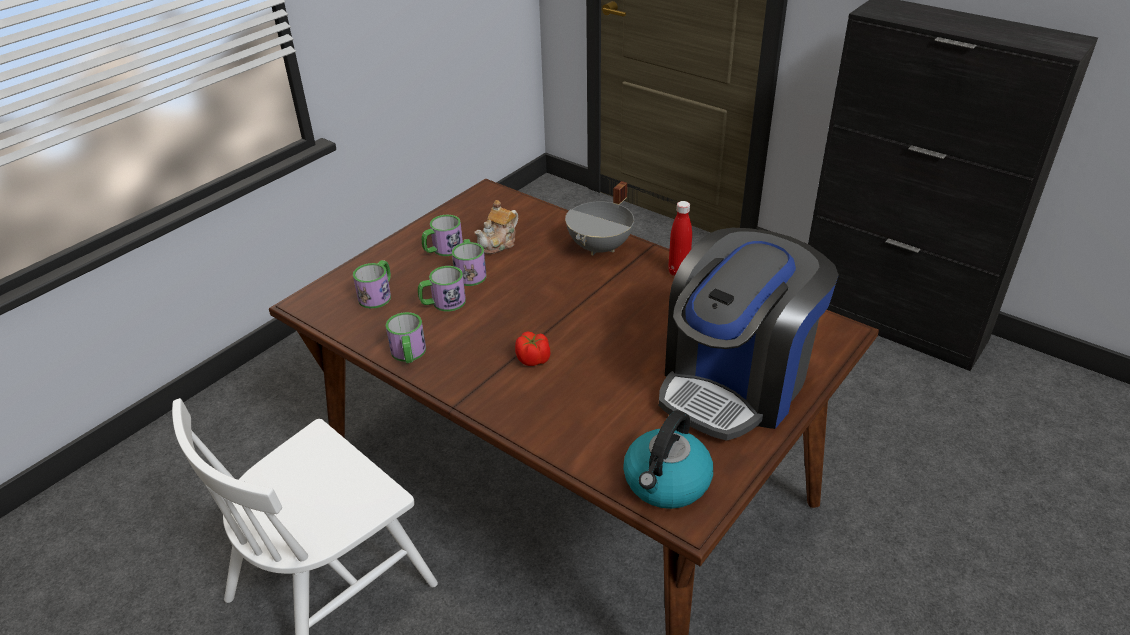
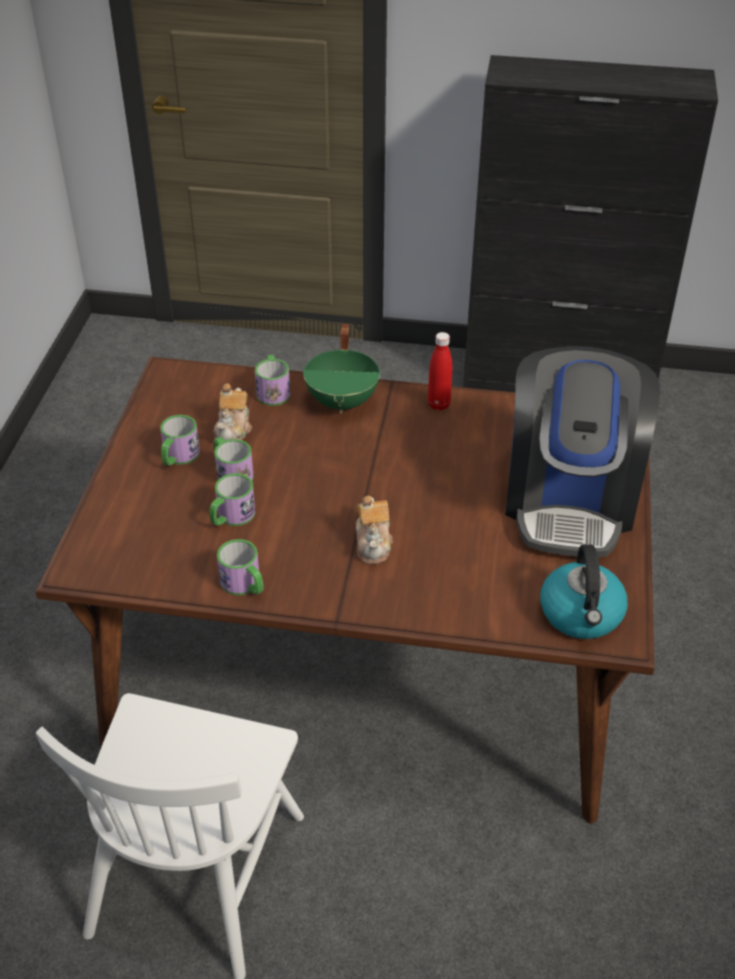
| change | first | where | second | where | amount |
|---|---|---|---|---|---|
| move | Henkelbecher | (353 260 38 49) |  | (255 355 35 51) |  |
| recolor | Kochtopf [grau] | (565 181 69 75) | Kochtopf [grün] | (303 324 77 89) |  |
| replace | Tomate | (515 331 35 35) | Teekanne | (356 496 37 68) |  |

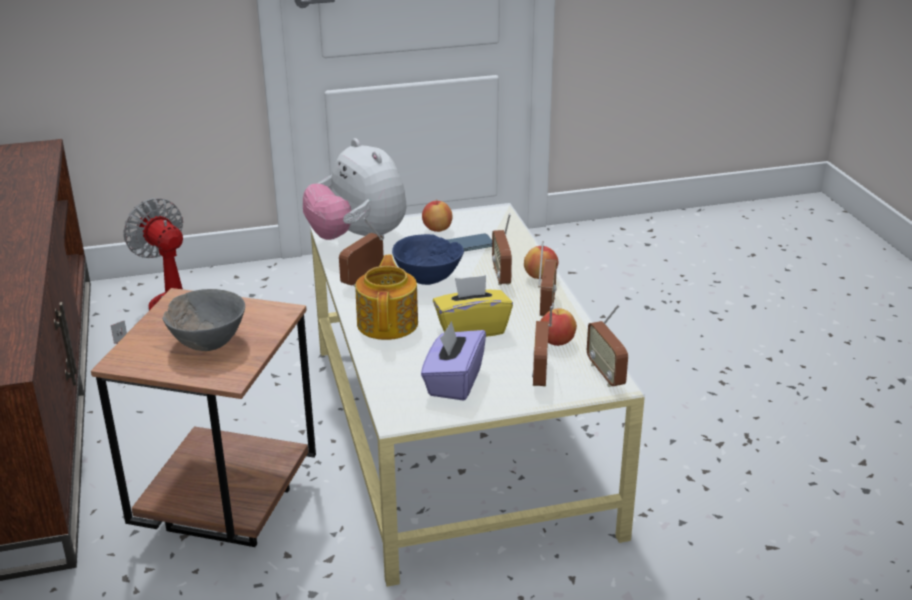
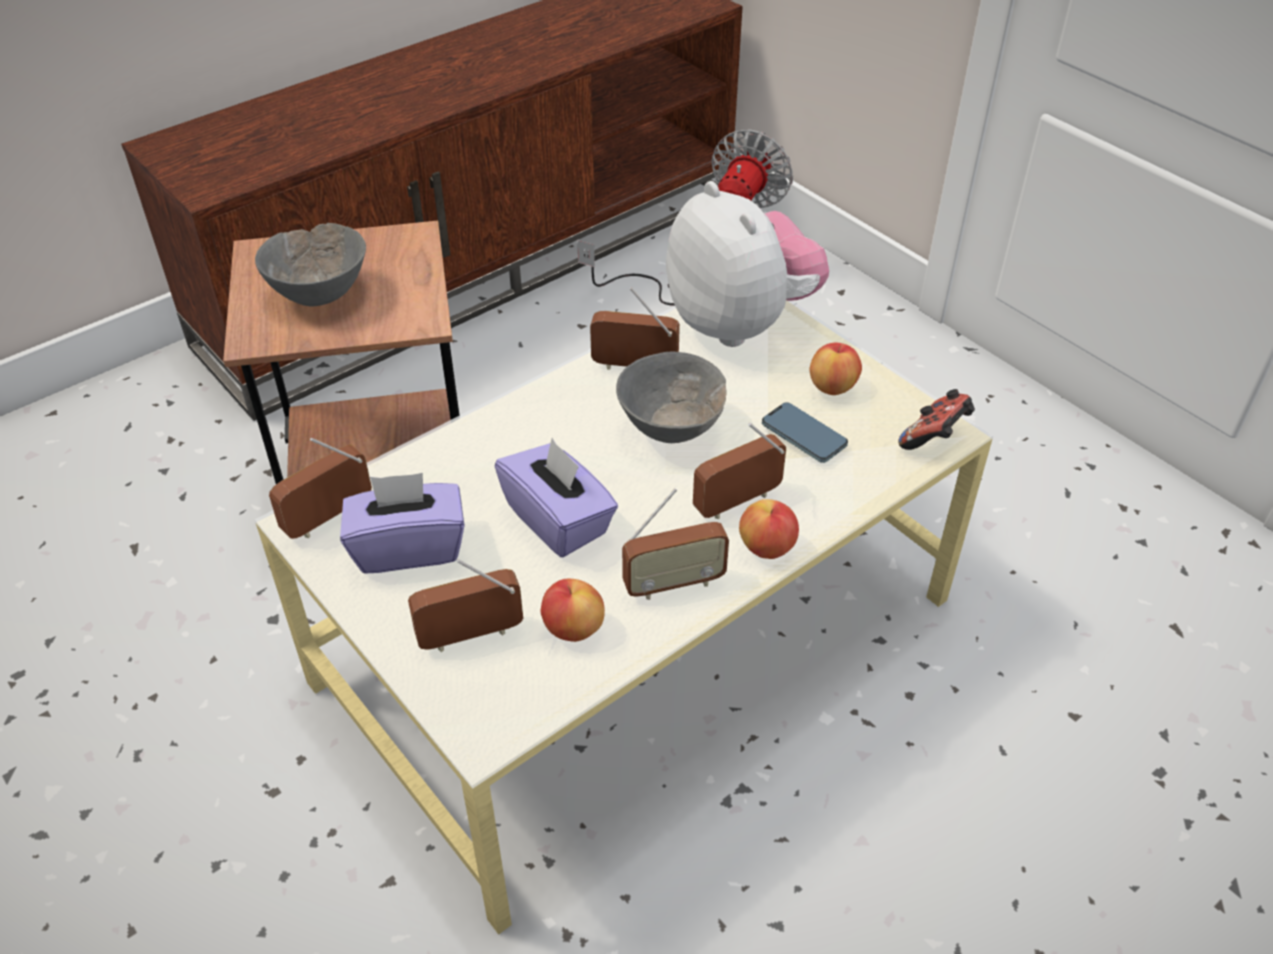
| change | first | where | second | where | amount |
|---|---|---|---|---|---|
| move | Radio | (587 304 41 83) |  | (269 438 103 101) |  |
| recolor | Taschentuchbox [gelb] | (433 275 80 62) | Taschentuchbox [lila] | (495 438 123 119) |  |
| recolor | Schüssel [blau] | (392 234 72 51) | Schüssel [grau] | (616 352 111 91) |  |
| rotate | Plüschtier | (303 138 103 102) |  | (666 181 163 166) | 120 degrees clockwise |
| insert |  |  | Gamepad | (898 389 77 61) |  |
| delete | Teekanne | (355 255 63 85) |  |  |  |

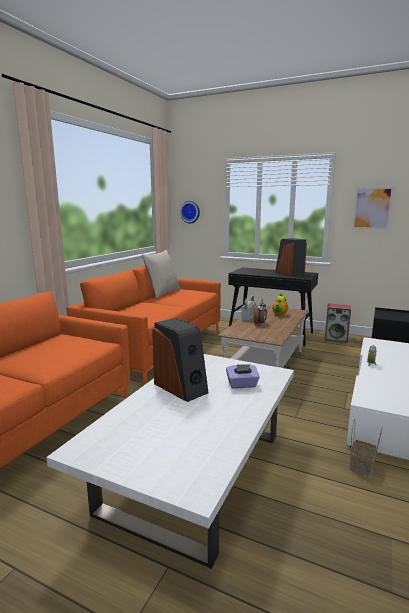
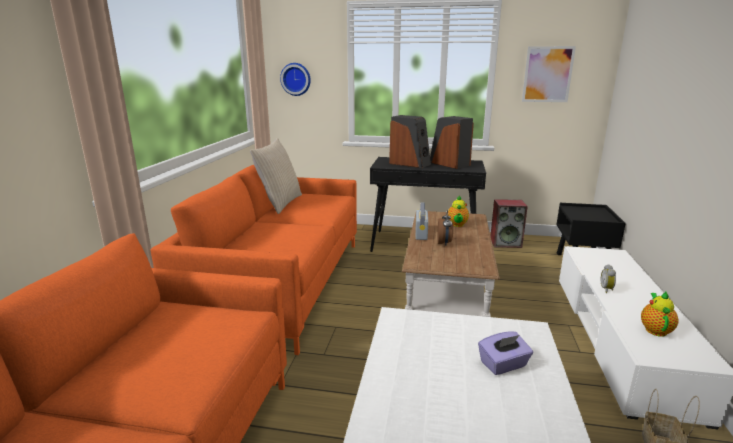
| change | first | where | second | where | amount |
|---|---|---|---|---|---|
| move | Lautsprecher | (152 318 56 84) |  | (389 115 42 53) |  |
| insert |  |  | Teekanne | (641 292 38 45) |  |

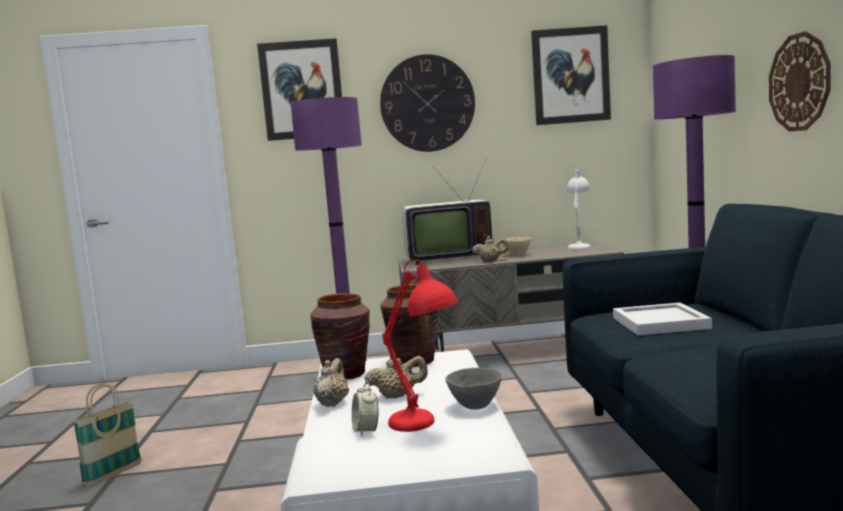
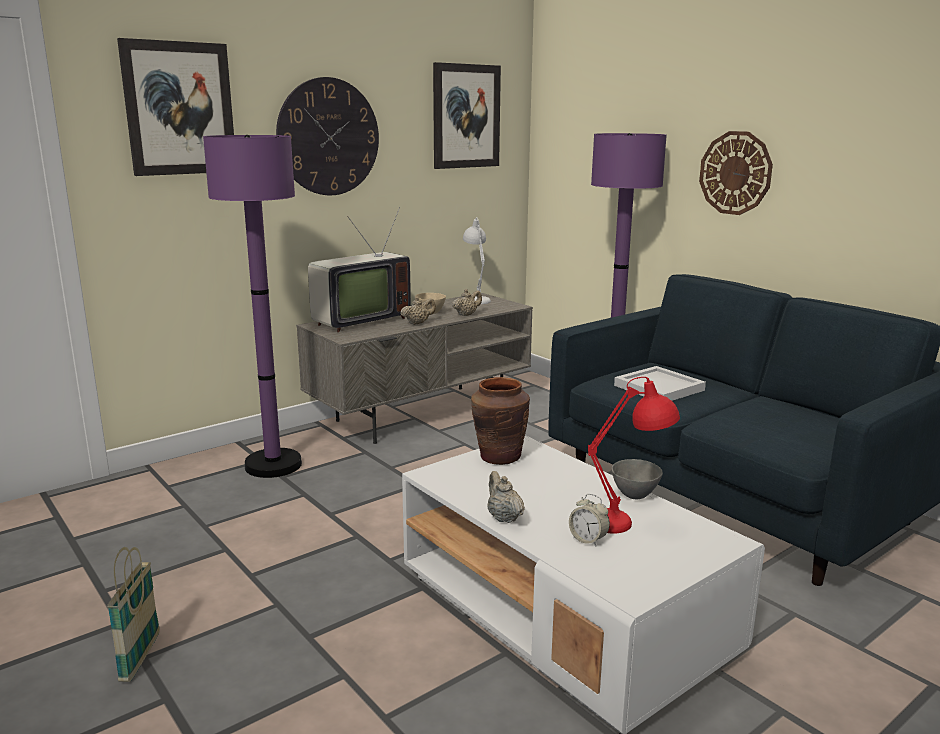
| change | first | where | second | where | amount |
|---|---|---|---|---|---|
| move | Teekanne [beige] | (365 353 63 45) |  | (452 289 30 27) |  |
| delete | Vase [braun] | (311 293 59 87) |  |  |  |

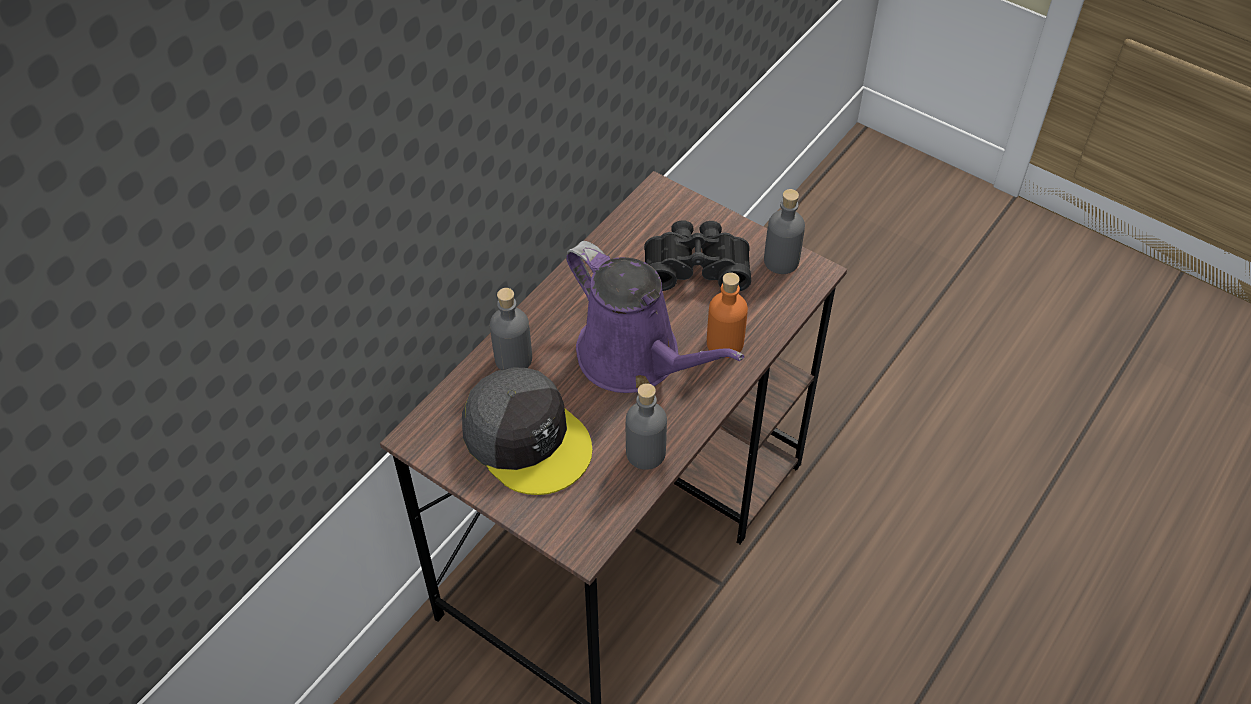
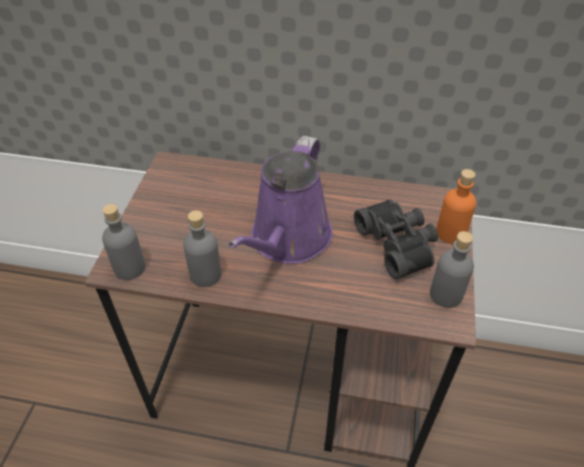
| change | first | where | second | where | amount |
|---|---|---|---|---|---|
| move | Flasche [grau] | (490 288 42 82) |  | (102 204 43 76) |  |
| move | Flasche [orange] | (707 272 41 86) |  | (436 169 40 75) |  |
| delete | Kappe [grau] | (462 367 130 128) |  |  |  |

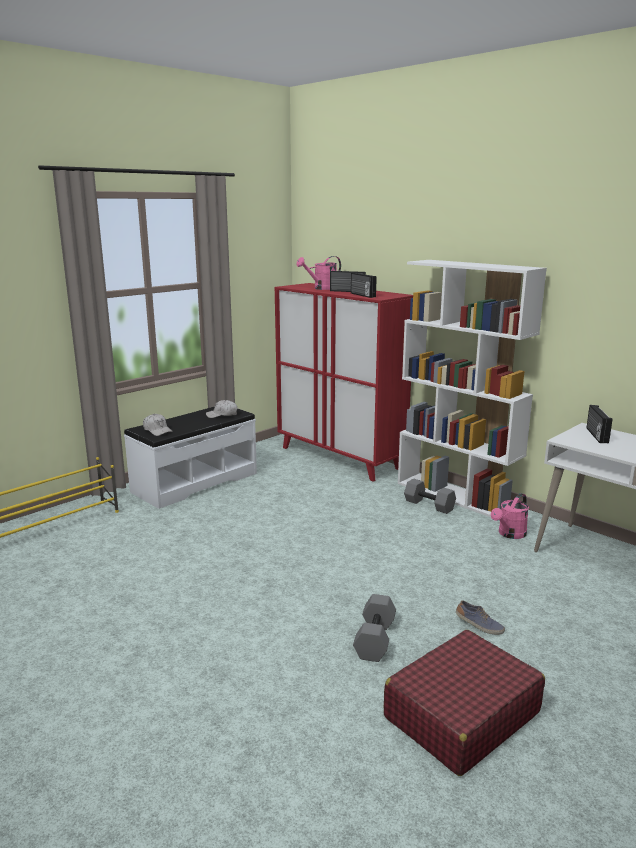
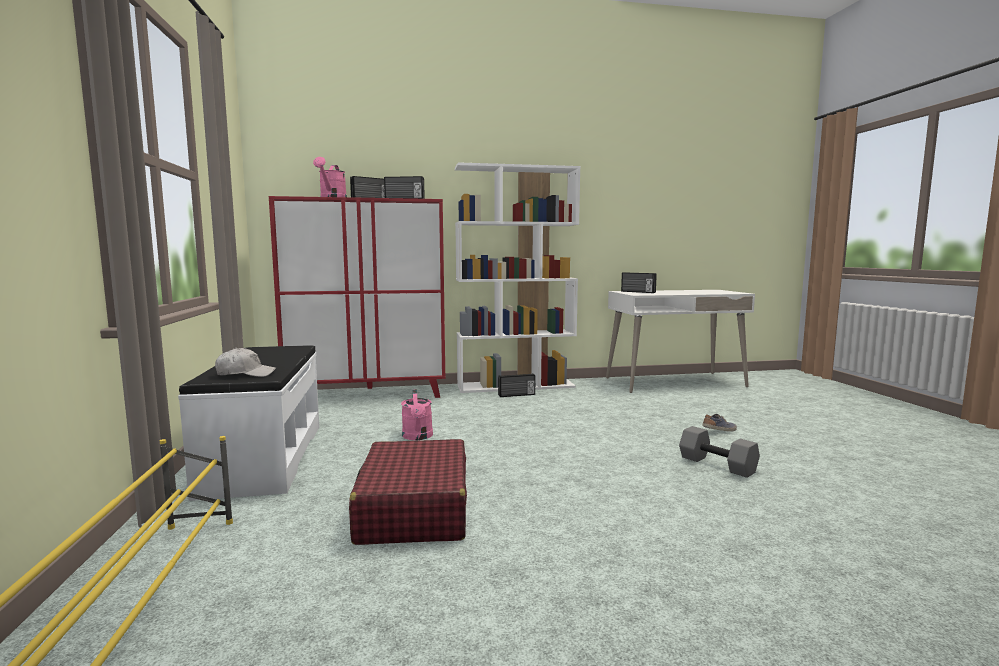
| change | first | where | second | where | amount |
|---|---|---|---|---|---|
| move | Koffer [rot] | (384 630 161 146) |  | (349 439 118 106) |  |
| move | Gießkanne [rosa] | (491 493 38 46) |  | (401 389 32 51) |  |
| replace | Hantel [grau] | (404 478 52 36) | Radio | (498 373 37 24) |  |
| delete | Kappe [weiß] | (206 400 31 18) |  |  |  |

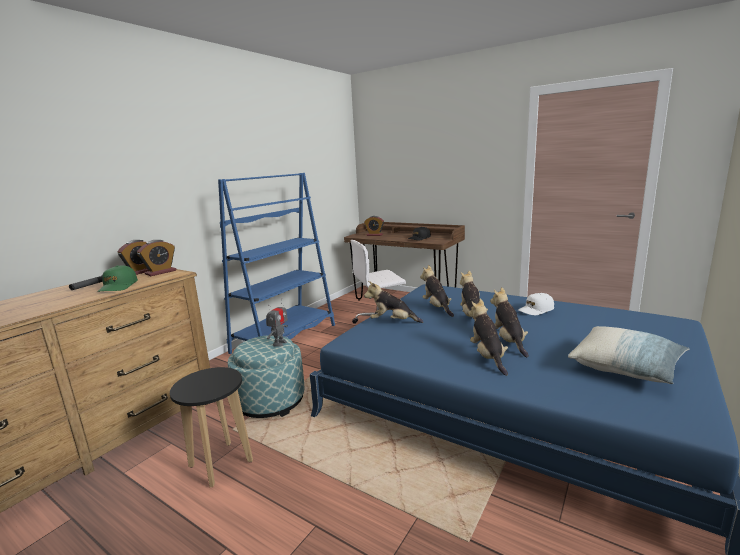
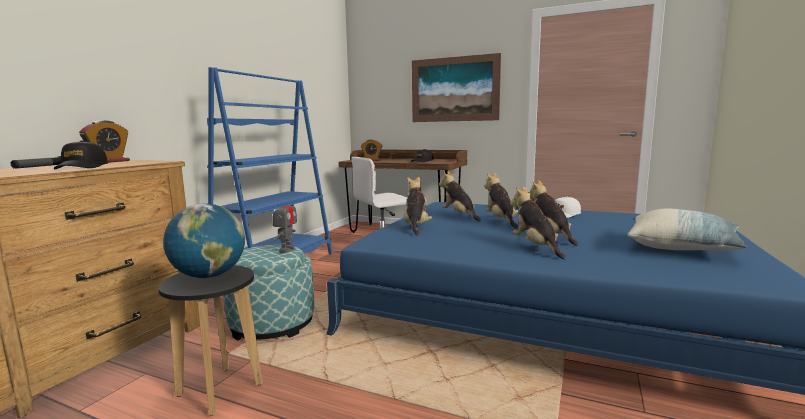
| change | first | where | second | where | amount |
|---|---|---|---|---|---|
| recolor | Kappe [grün] | (97 265 41 27) | Kappe [schwarz] | (54 140 54 29) |  |
| insert |  |  | Globus | (163 203 82 75) |  |
| rotate | Plüschtier | (364 281 59 42) |  | (404 177 28 58) | 90 degrees clockwise |
| insert |  |  | Bild | (412 53 89 69) |  |
| delete | Wecker | (137 240 39 36) |  |  |  |

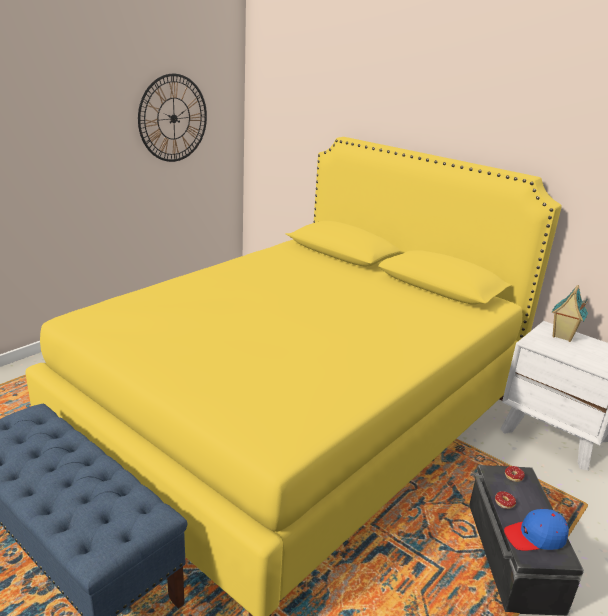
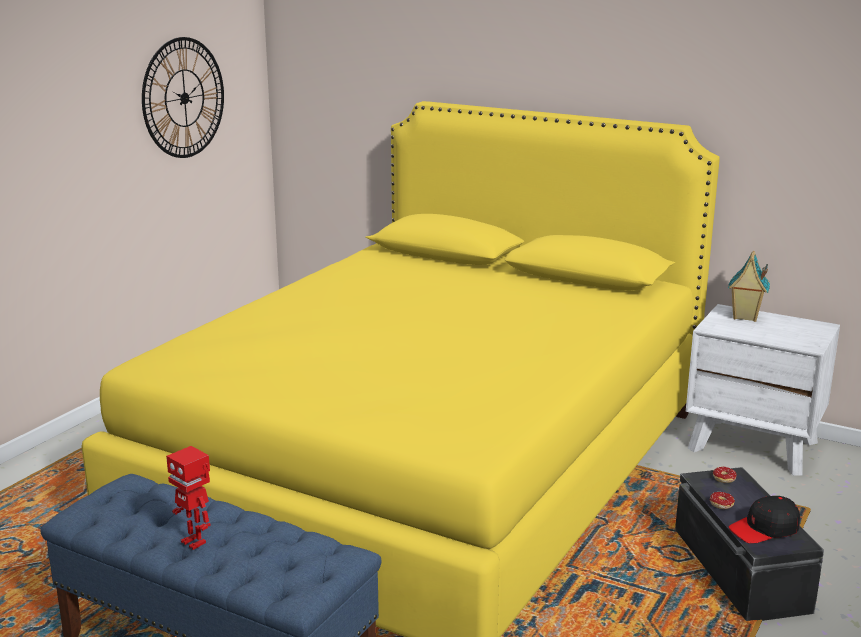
| change | first | where | second | where | amount |
|---|---|---|---|---|---|
| insert |  |  | Spielzeugroboter | (166 446 45 104) |  |
| recolor | Kappe [blau] | (504 509 65 42) | Kappe [schwarz] | (729 496 71 48) |  |

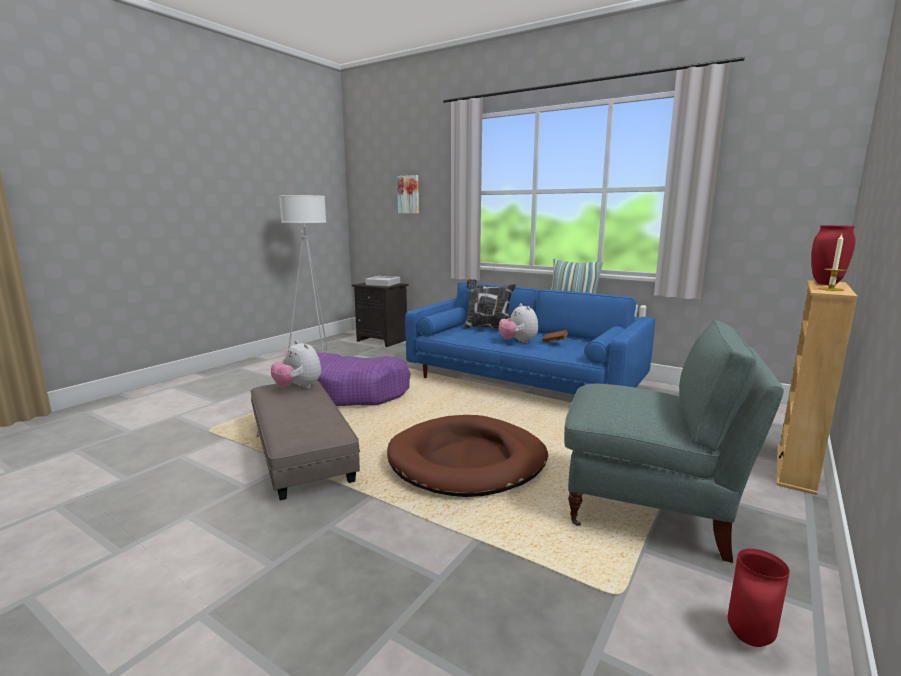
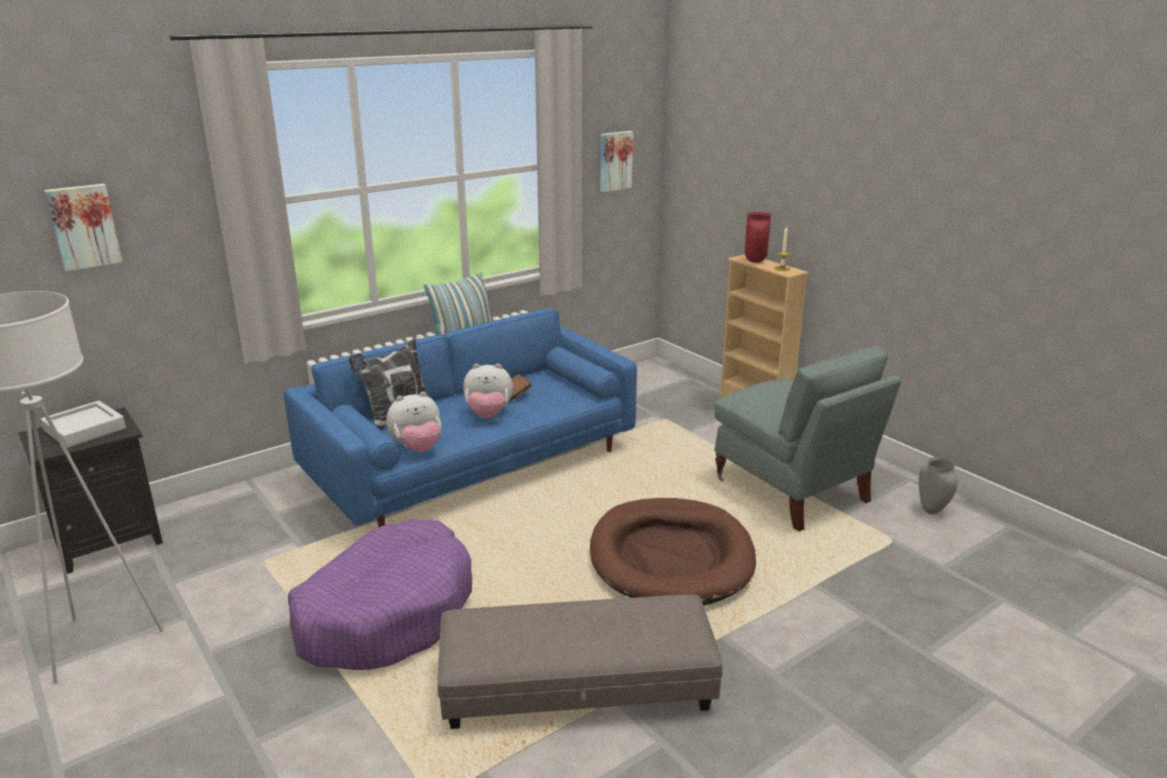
| change | first | where | second | where | amount |
|---|---|---|---|---|---|
| move | Plüschtier | (271 340 50 49) |  | (386 392 55 60) |  |
| insert |  |  | Bild | (600 131 33 61) |  |
| rotate | Sessel [grau] | (564 320 220 243) |  | (715 345 186 186) | 105 degrees clockwise |
| recolor | Vase [rot] | (728 548 62 99) | Vase [grau] | (919 457 39 58) |  |

